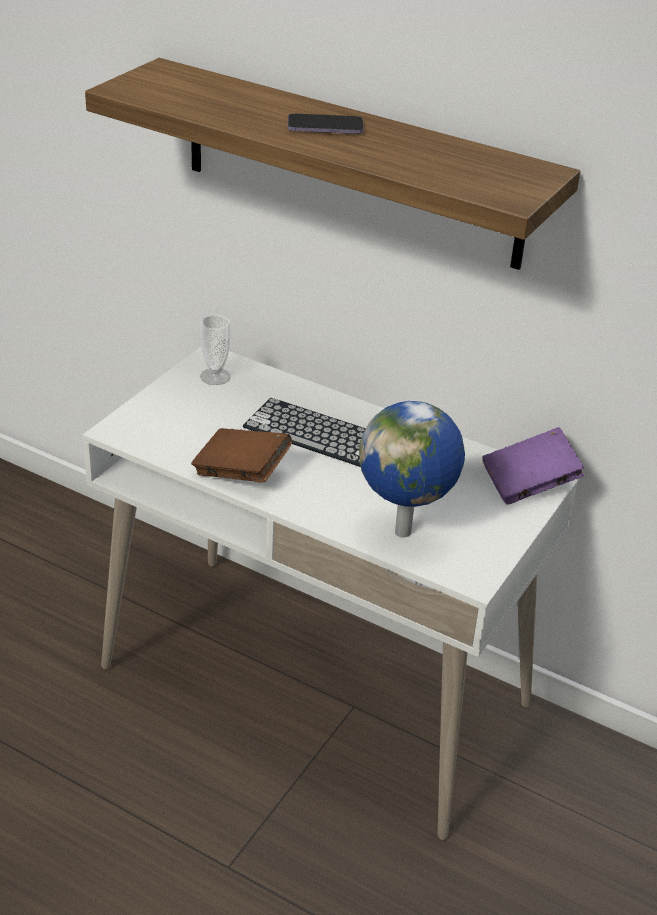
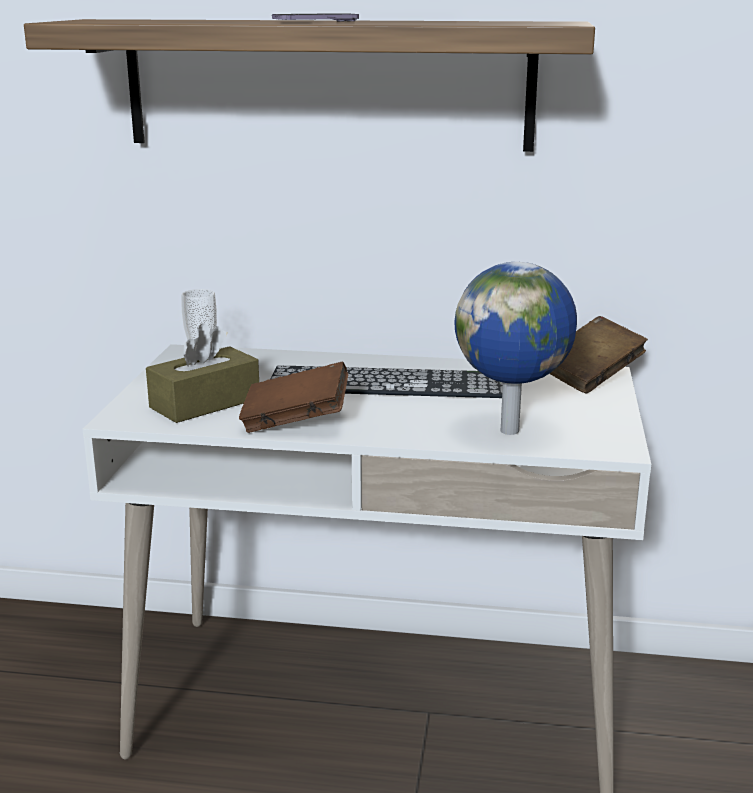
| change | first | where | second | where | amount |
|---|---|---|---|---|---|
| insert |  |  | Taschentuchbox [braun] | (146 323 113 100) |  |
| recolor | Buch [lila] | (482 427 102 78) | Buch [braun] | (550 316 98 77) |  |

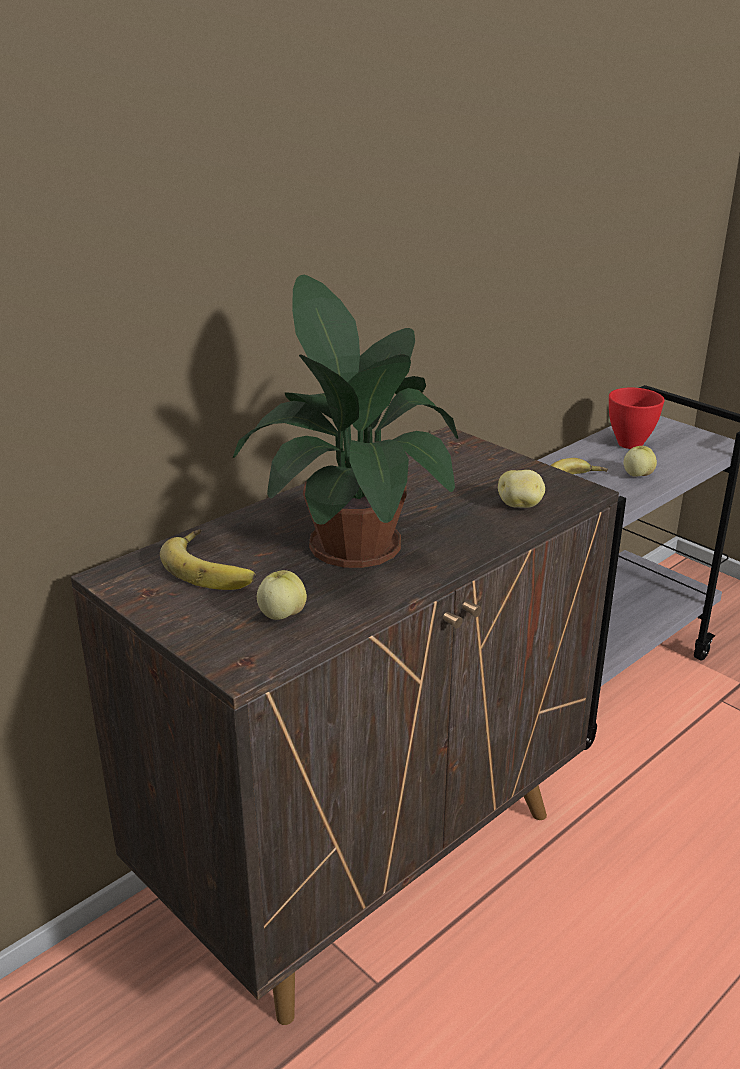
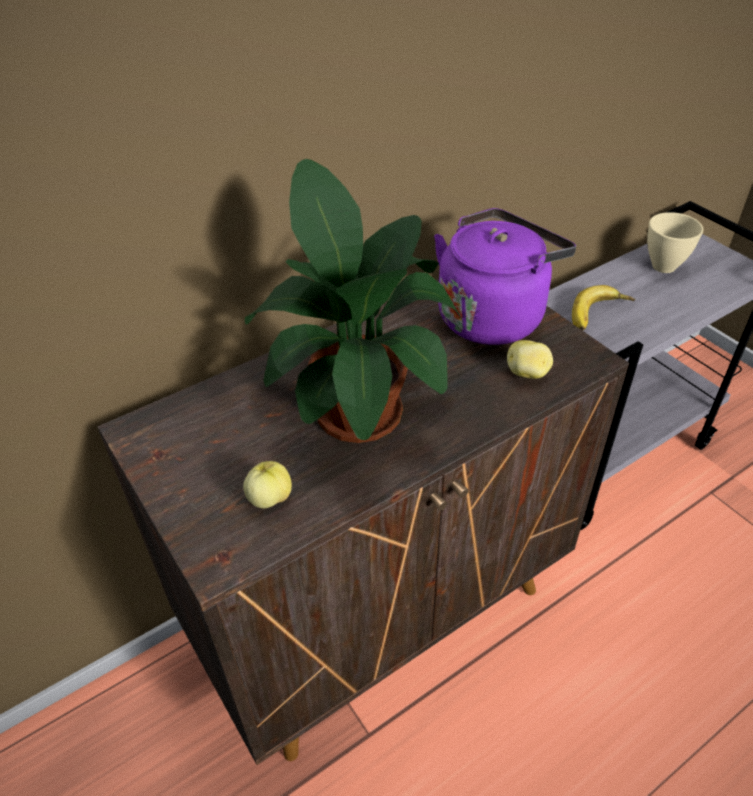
| change | first | where | second | where | amount |
|---|---|---|---|---|---|
| insert |  |  | Wasserkessel [lila] | (434 208 142 137) |  |
| recolor | Schüssel [rot] | (609 388 55 61) | Schüssel [beige] | (647 212 56 61) |  |
| delete | Banane | (160 529 96 61) |  |  |  |
| delete | Apfel | (624 446 33 31) |  |  |  |

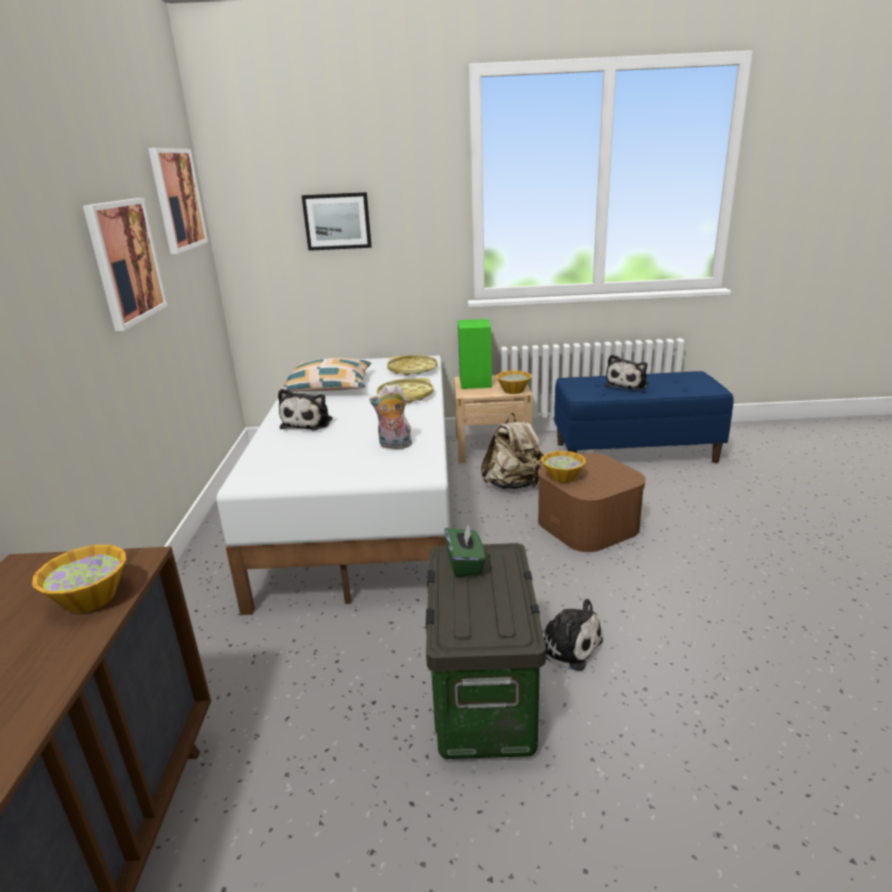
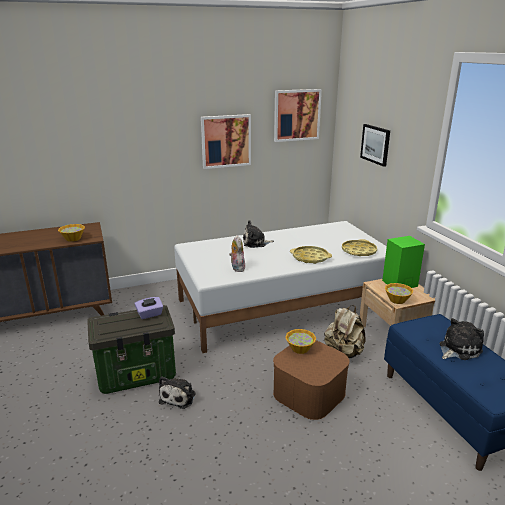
| change | first | where | second | where | amount |
|---|---|---|---|---|---|
| recolor | Taschentuchbox [grün] | (444 522 42 55) | Taschentuchbox [lila] | (135 297 28 22) |  |
| rotate | Plüschtier | (605 354 43 37) |  | (440 318 44 42) | 135 degrees clockwise |
| delete | Kissen | (281 358 91 34) |  |  |  |

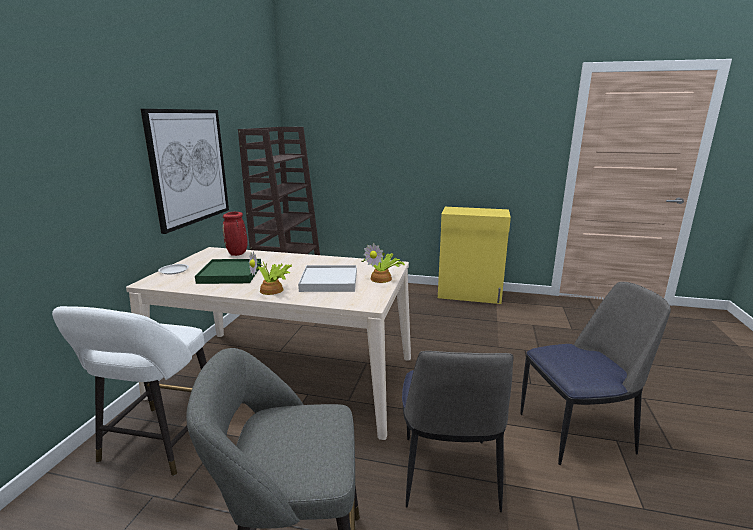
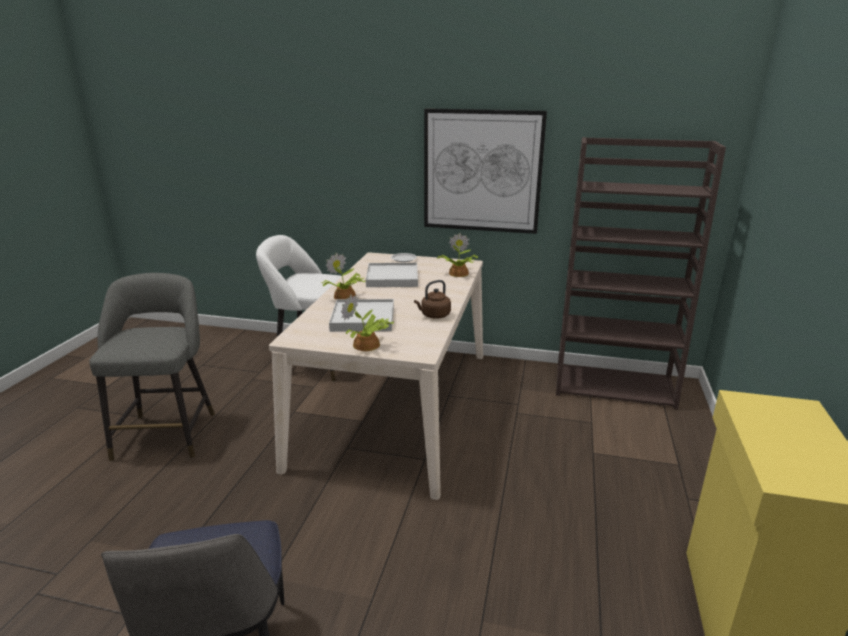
| change | first | where | second | where | amount |
|---|---|---|---|---|---|
| recolor | Tablett [grün] | (195 259 66 25) | Tablett [weiß] | (366 263 52 24) |  |
| insert |  |  | Wasserkessel [braun] | (414 280 37 39) |  |
| replace | Vase [rot] | (223 212 25 44) | Topfpflanze | (437 233 41 44) |  |
| delete | Stuhl | (402 351 112 161) |  |  |  |

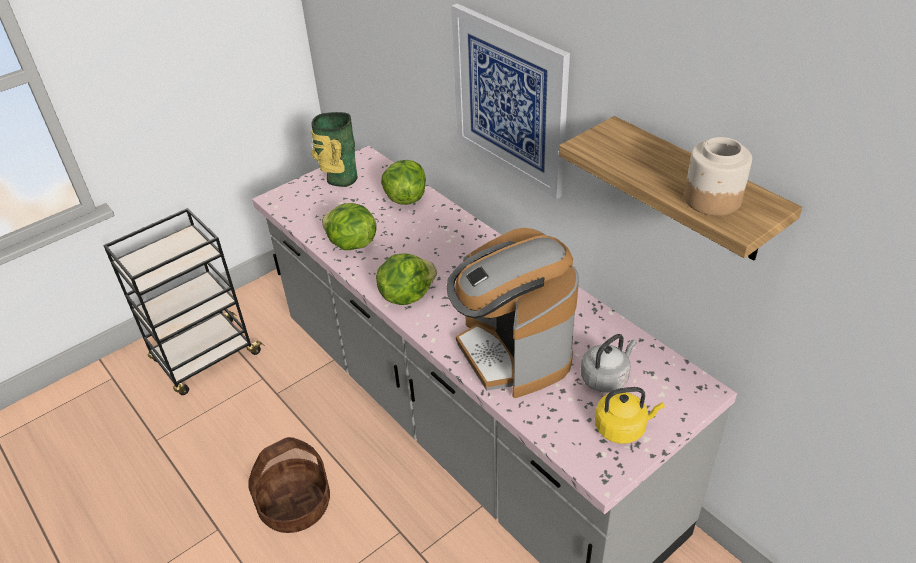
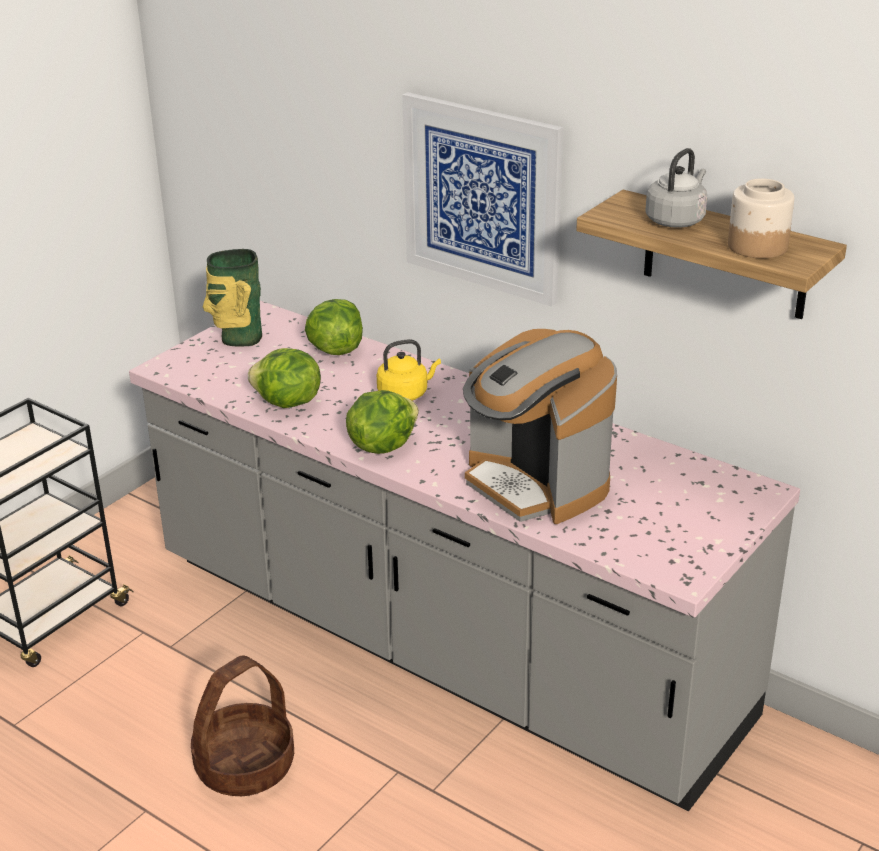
| change | first | where | second | where | amount |
|---|---|---|---|---|---|
| move | Wasserkessel [gelb] | (595 387 70 57) |  | (377 339 64 62) |  |
| move | Wasserkessel [grau] | (581 334 56 59) |  | (645 148 62 80) |  |

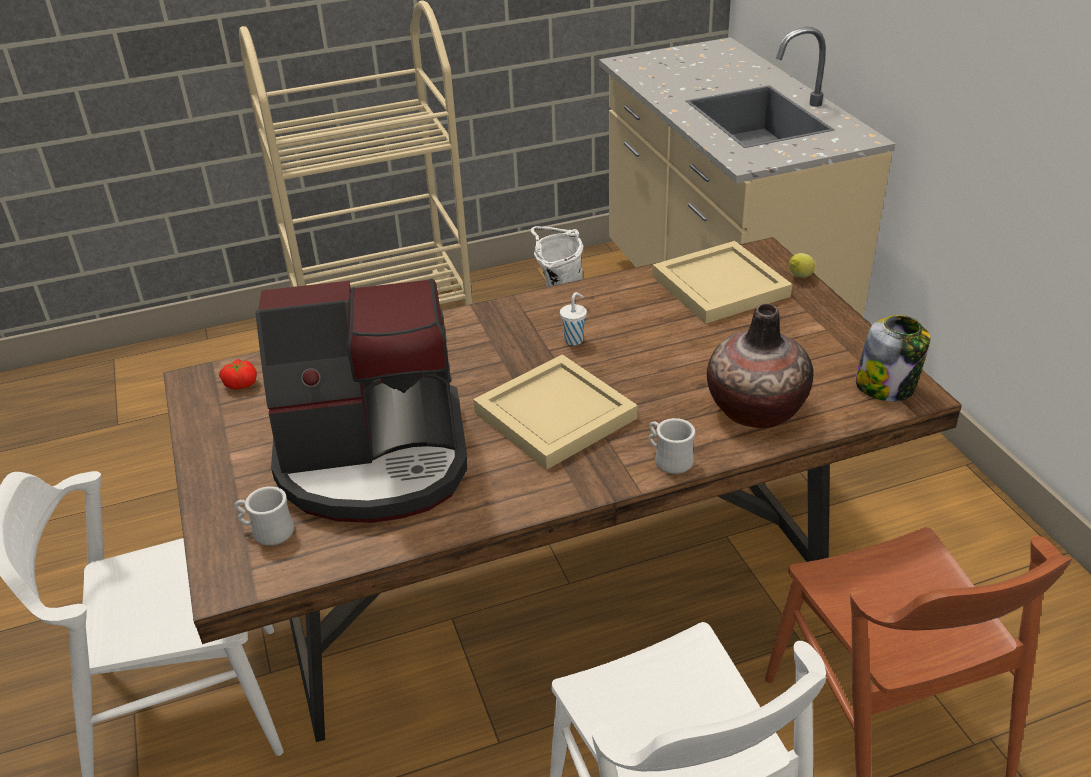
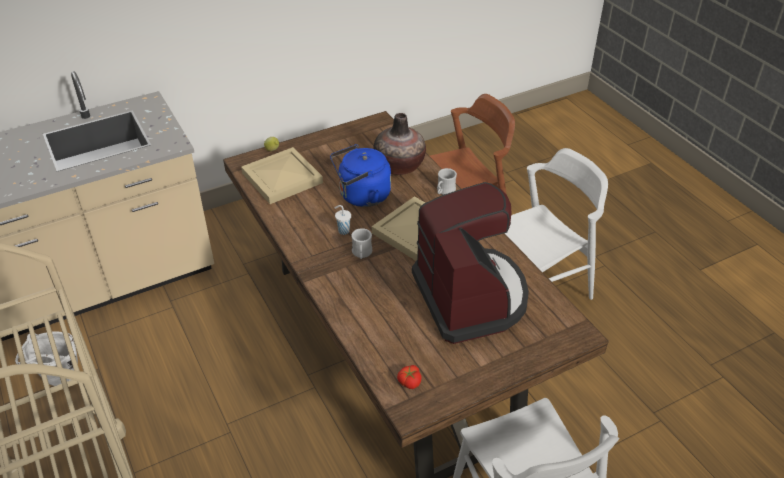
| change | first | where | second | where | amount |
|---|---|---|---|---|---|
| insert |  |  | Wasserkessel [blau] | (330 144 61 63) |  |
| move | Henkelbecher [weiß] | (235 486 59 60) |  | (351 228 21 31) |  |
| delete | Vorratsglas | (855 315 75 86) |  |  |  |

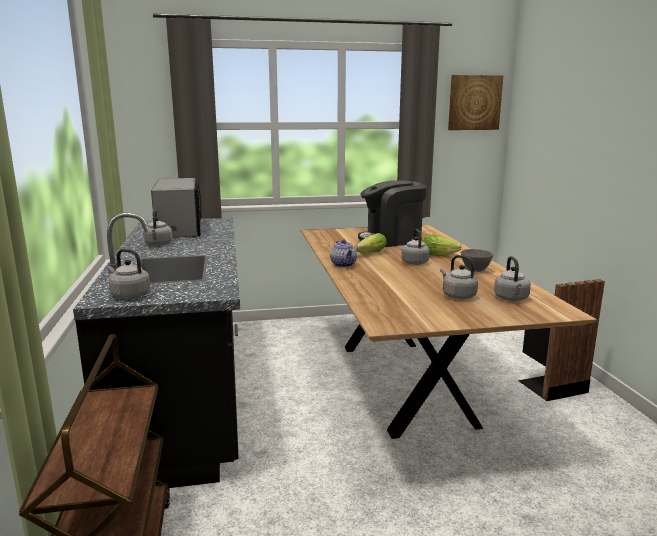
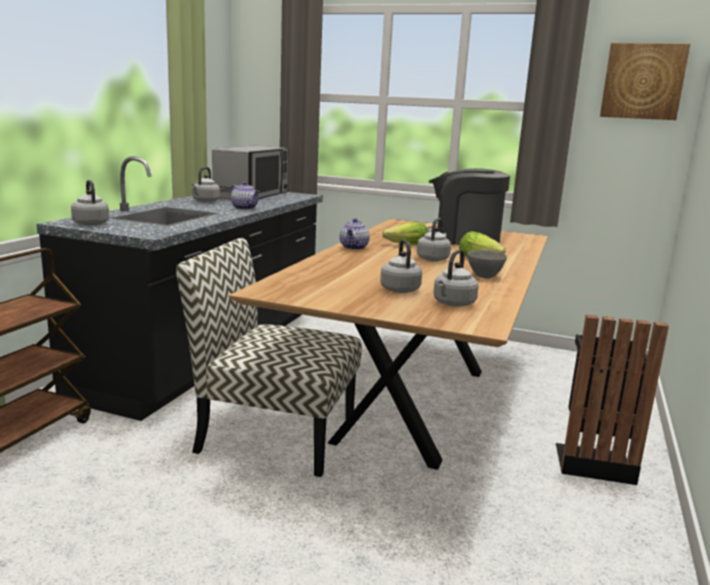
| change | first | where | second | where | amount |
|---|---|---|---|---|---|
| insert |  |  | Stuhl | (176 238 185 239) |  |
| insert |  |  | Teekanne | (230 182 30 28) |  |

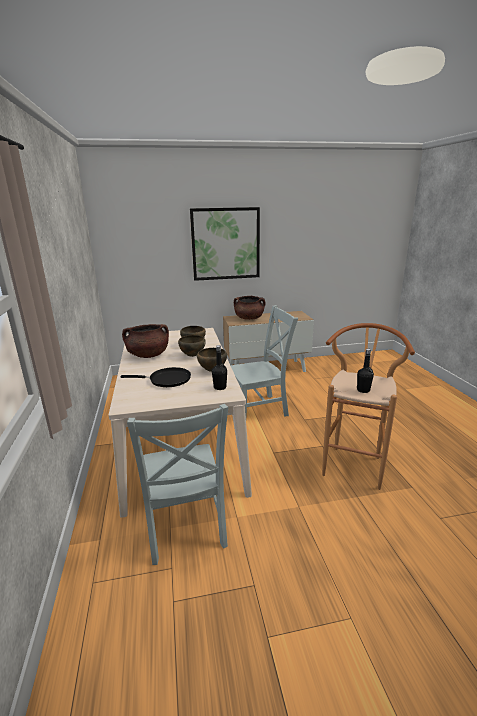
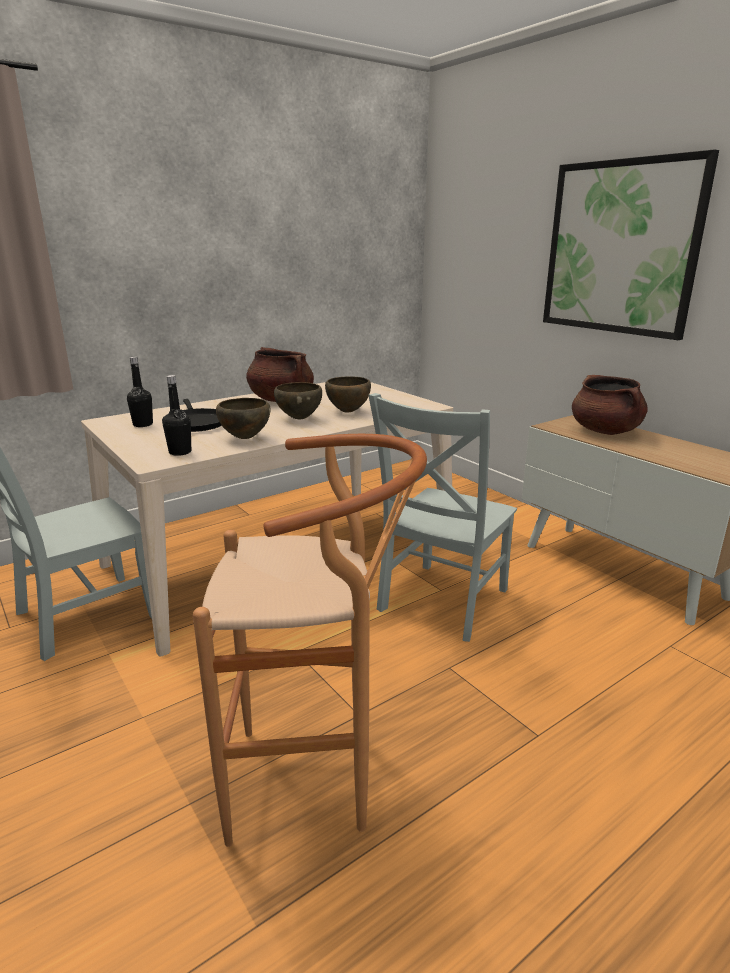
| change | first | where | second | where | amount |
|---|---|---|---|---|---|
| move | Flasche [schwarz] | (357 349 17 44) |  | (127 357 26 70) |  |
| rotate | Stuhl [grau] | (230 305 68 111) |  | (368 393 149 249) | 75 degrees clockwise |

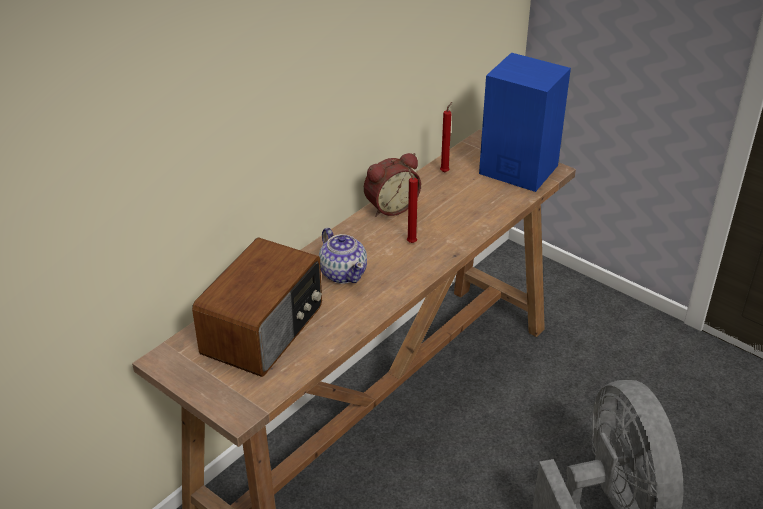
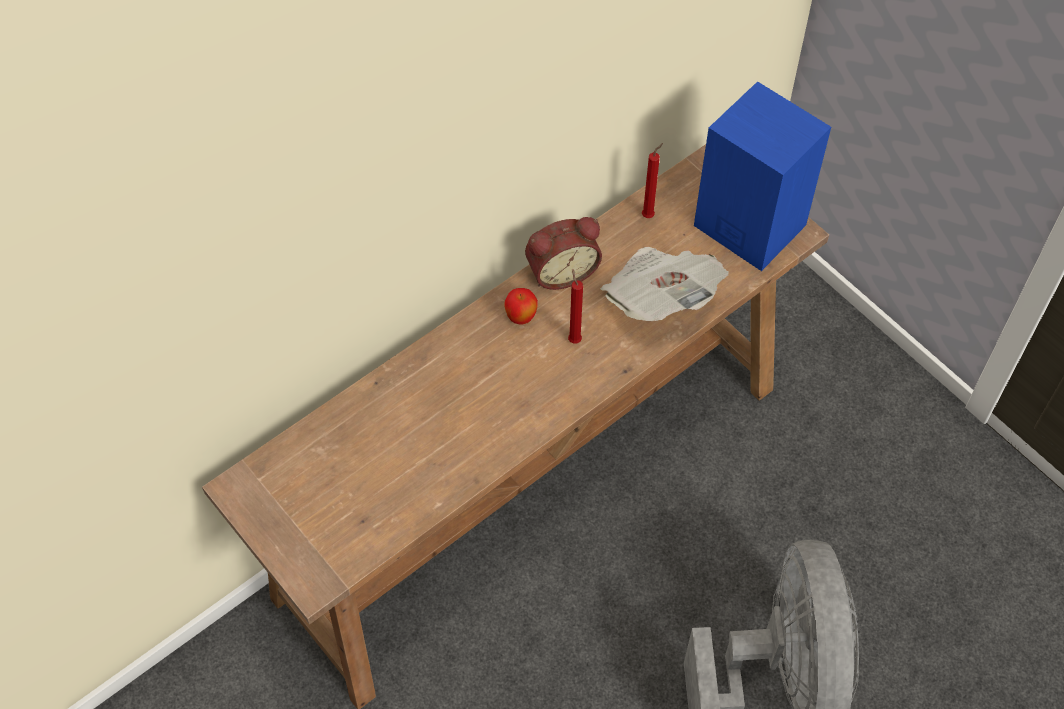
| change | first | where | second | where | amount |
|---|---|---|---|---|---|
| insert |  |  | Apfel | (504 288 34 36) |  |
| insert |  |  | Zeitung | (600 247 129 74) |  |
| delete | Radio | (192 237 130 140) |  |  |  |
| delete | Teekanne | (319 228 48 56) |  |  |  |

